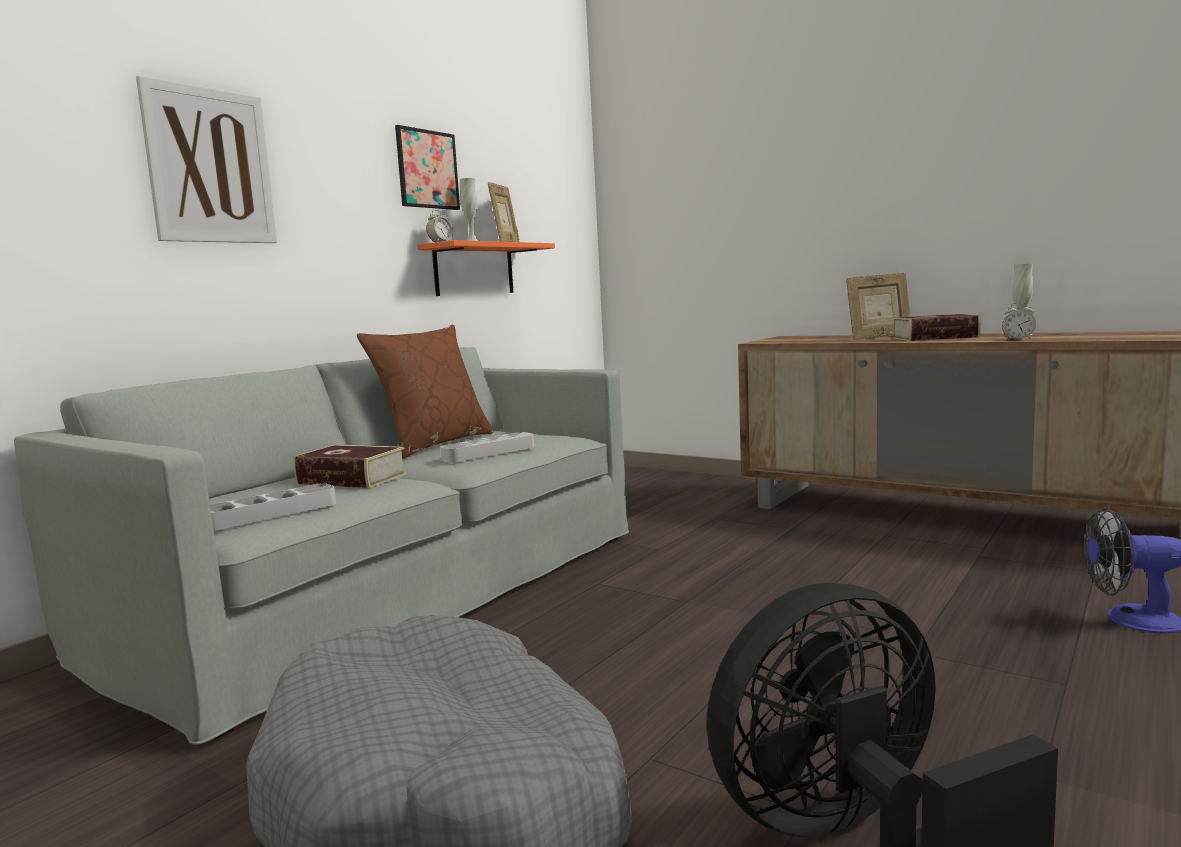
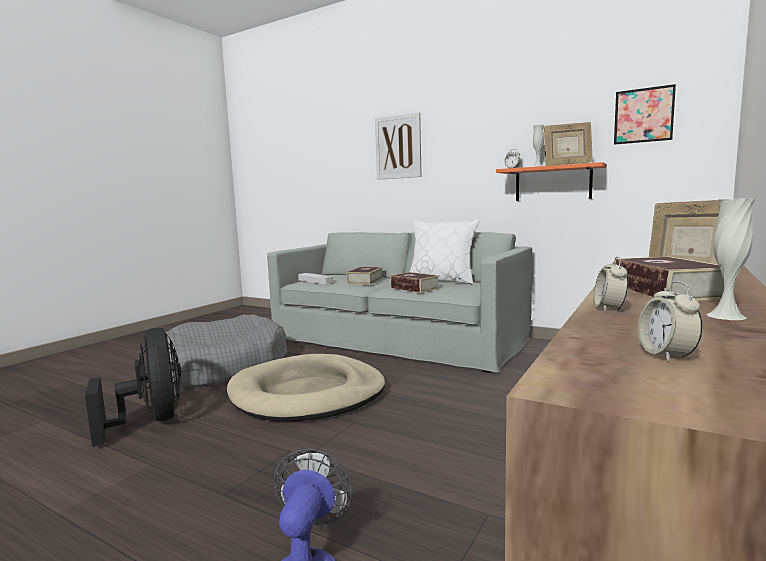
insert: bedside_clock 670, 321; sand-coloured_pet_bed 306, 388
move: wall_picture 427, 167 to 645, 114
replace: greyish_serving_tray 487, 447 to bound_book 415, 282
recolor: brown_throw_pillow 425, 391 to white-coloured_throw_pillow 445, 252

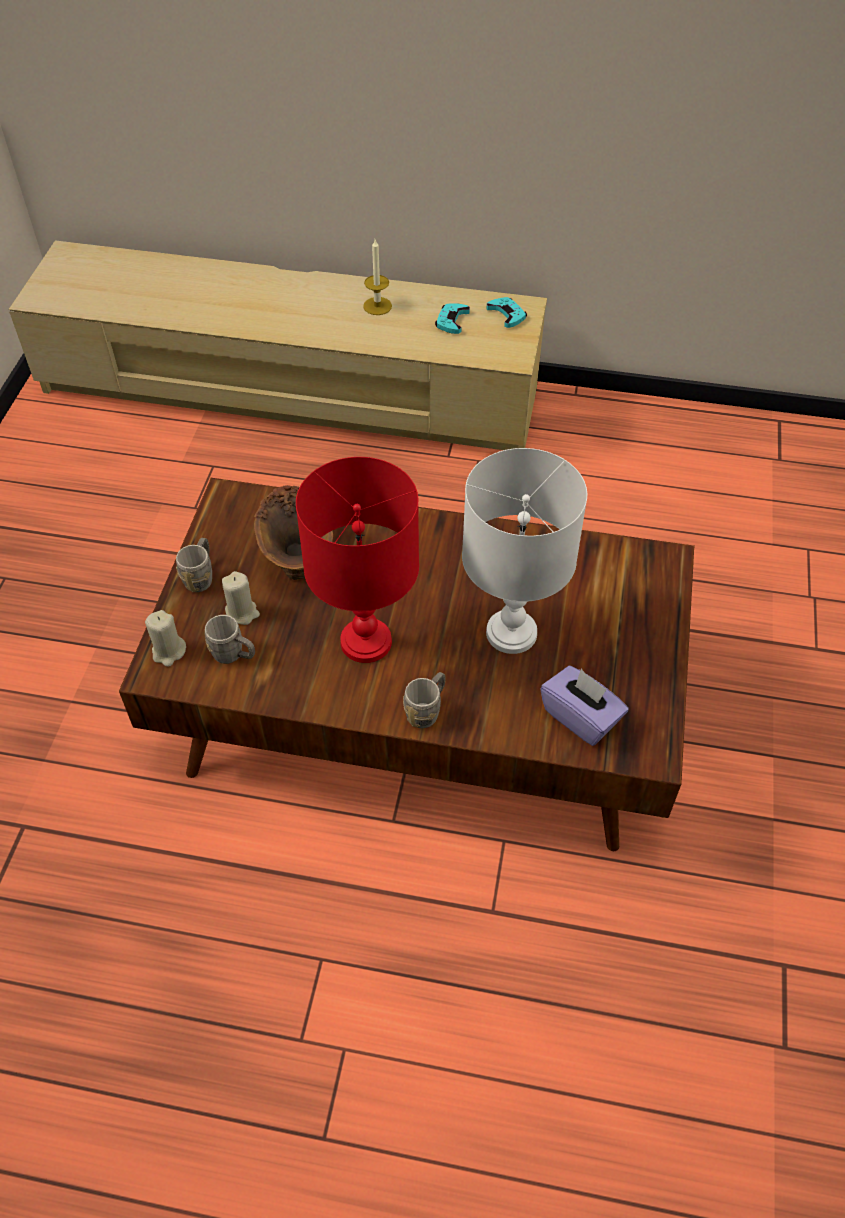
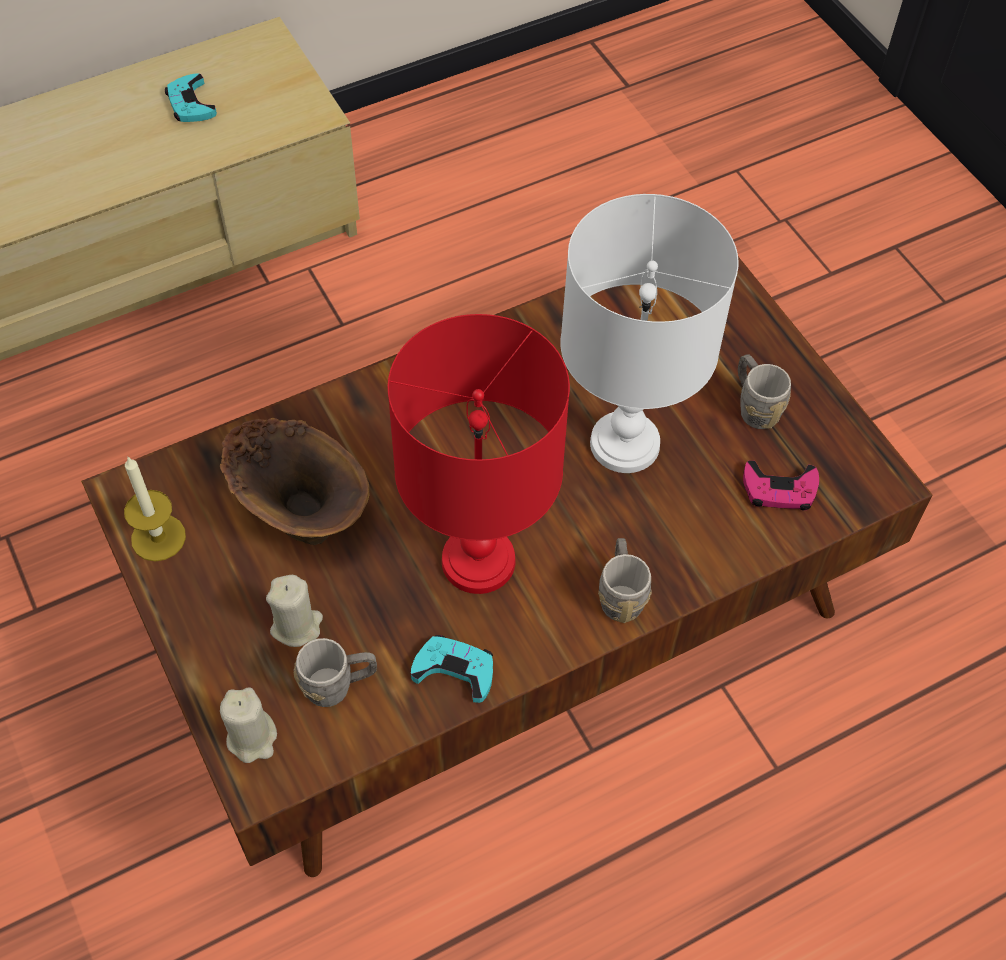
move: wax_candle 377, 277 to 155, 508; blue-green_joypad 506, 312 to 452, 669; greyish_coffee_mug 194, 565 to 764, 391
replace: purplish_tissue_box 584, 706 to pink-coloured_joypad 781, 485

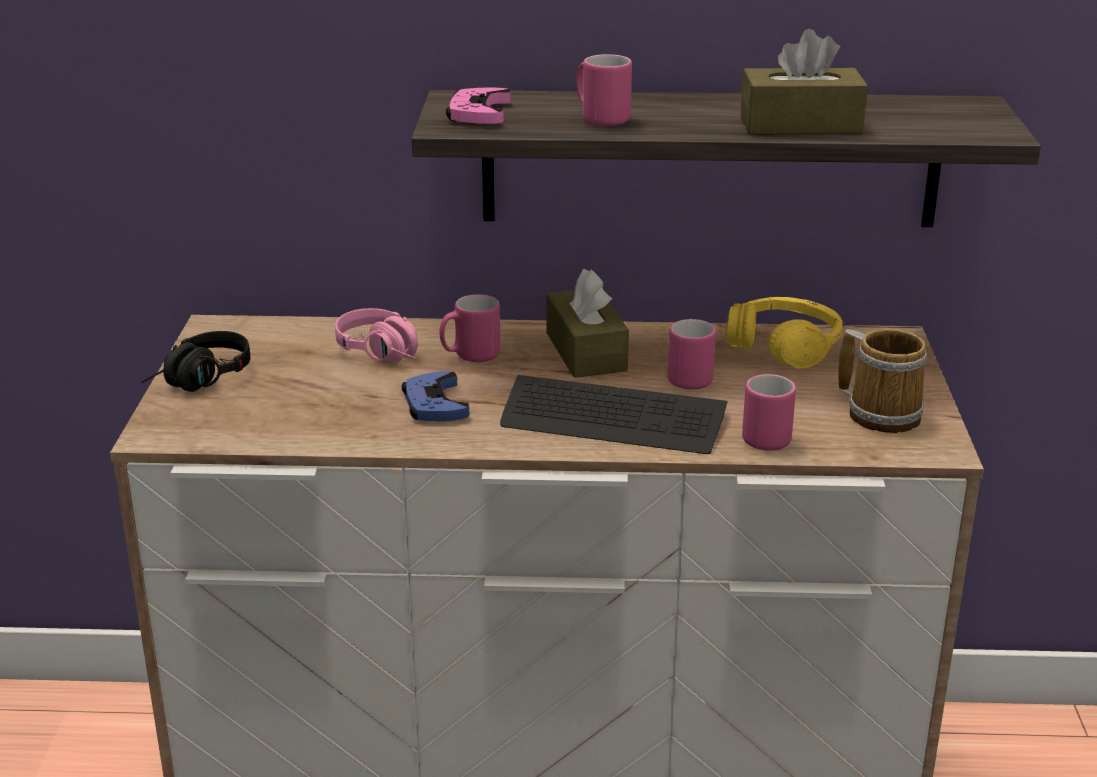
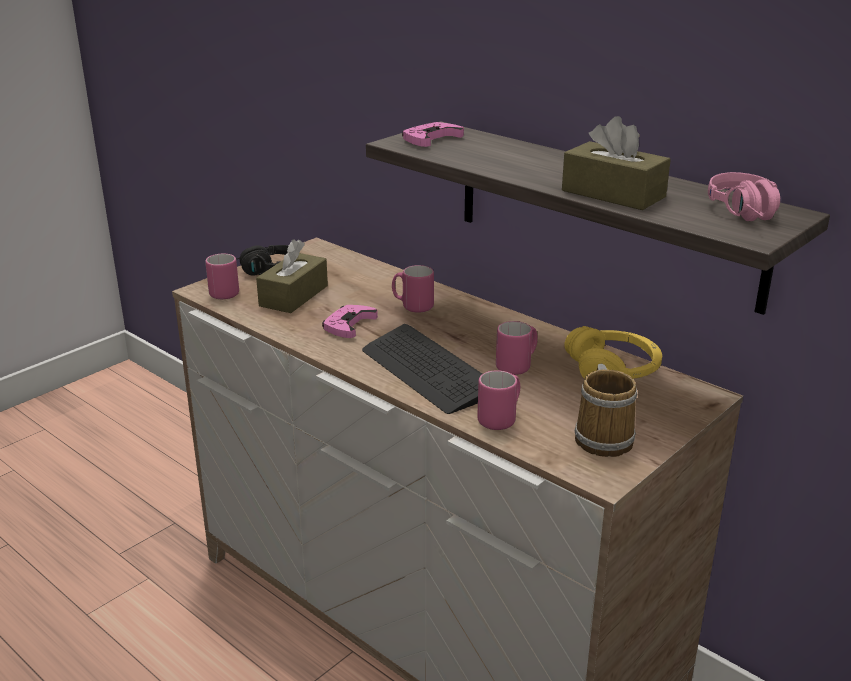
move: pink-coloured_coffee_mug 604, 90 to 222, 276; brown_tissue_box 588, 323 to 292, 276; pink-coloured_pair_of_headphones 376, 335 to 744, 196
recolor: blue-coloured_joypad 435, 396 to pink-coloured_joypad 350, 321

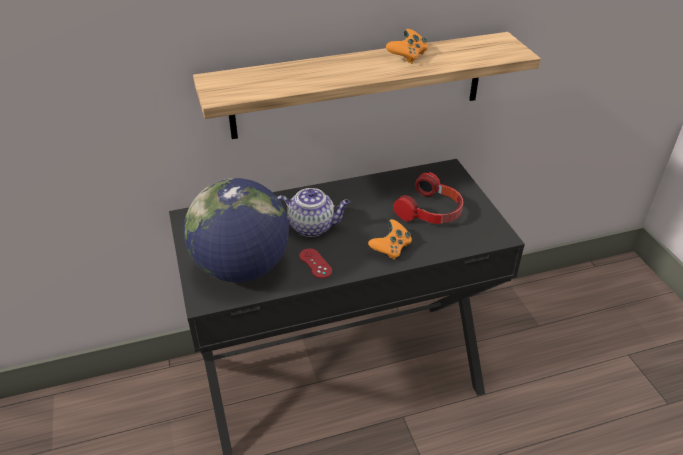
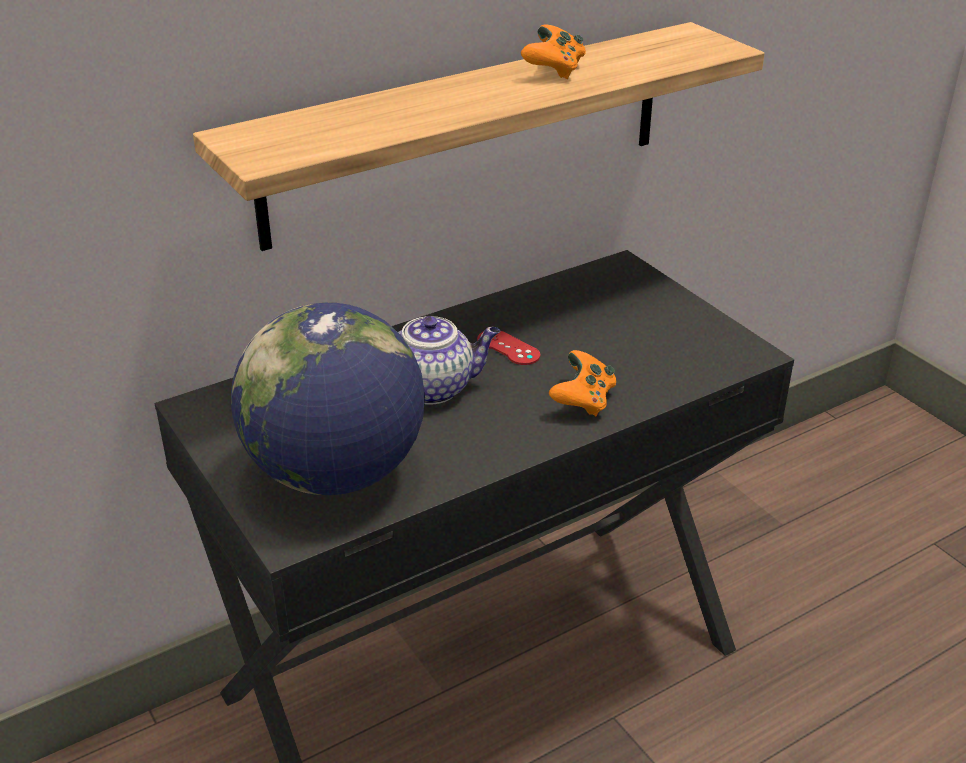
delete: pair_of_headphones 428, 198
move: red_joypad 315, 263 to 508, 347

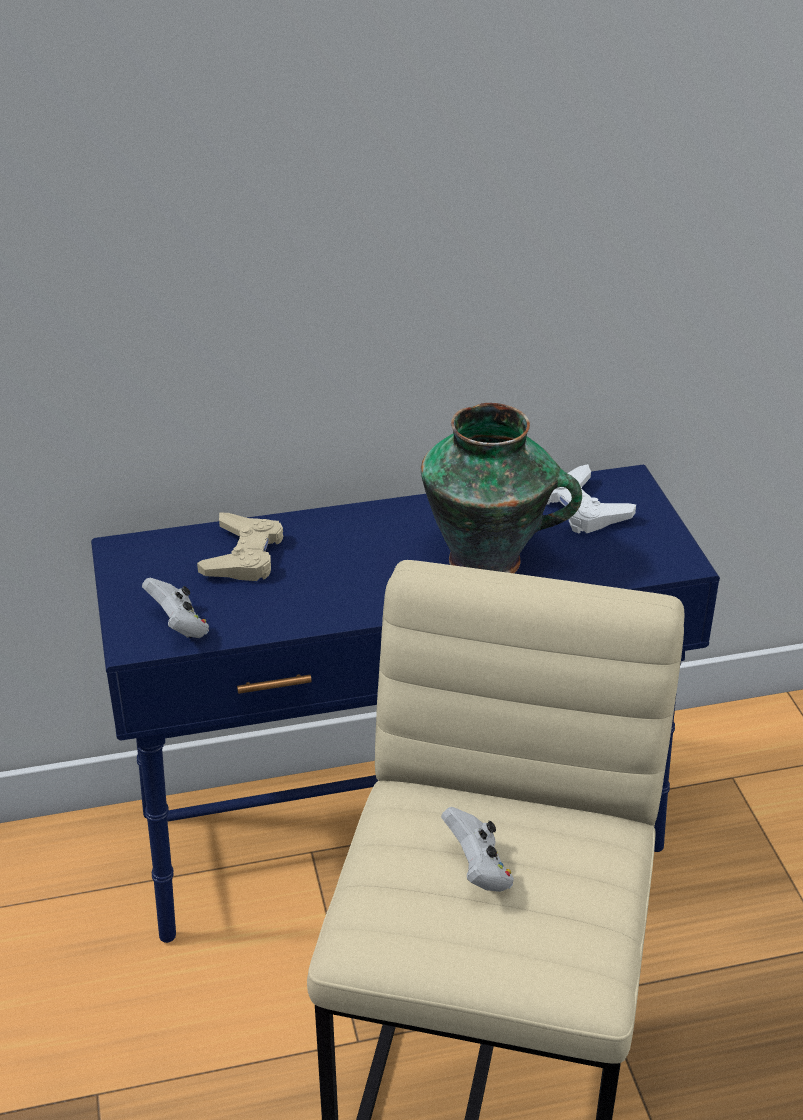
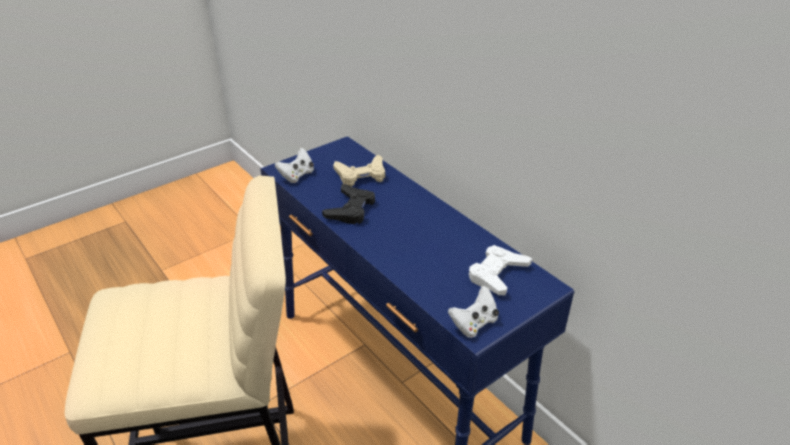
delete: vase 501, 488
insert: blackish_joypad 348, 204
move: white-coloured_joypad 477, 849 to 473, 312

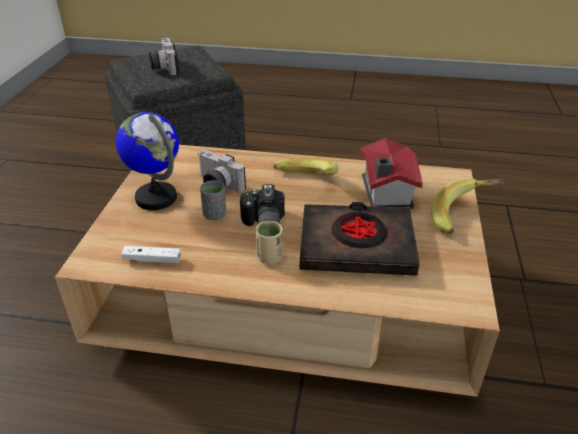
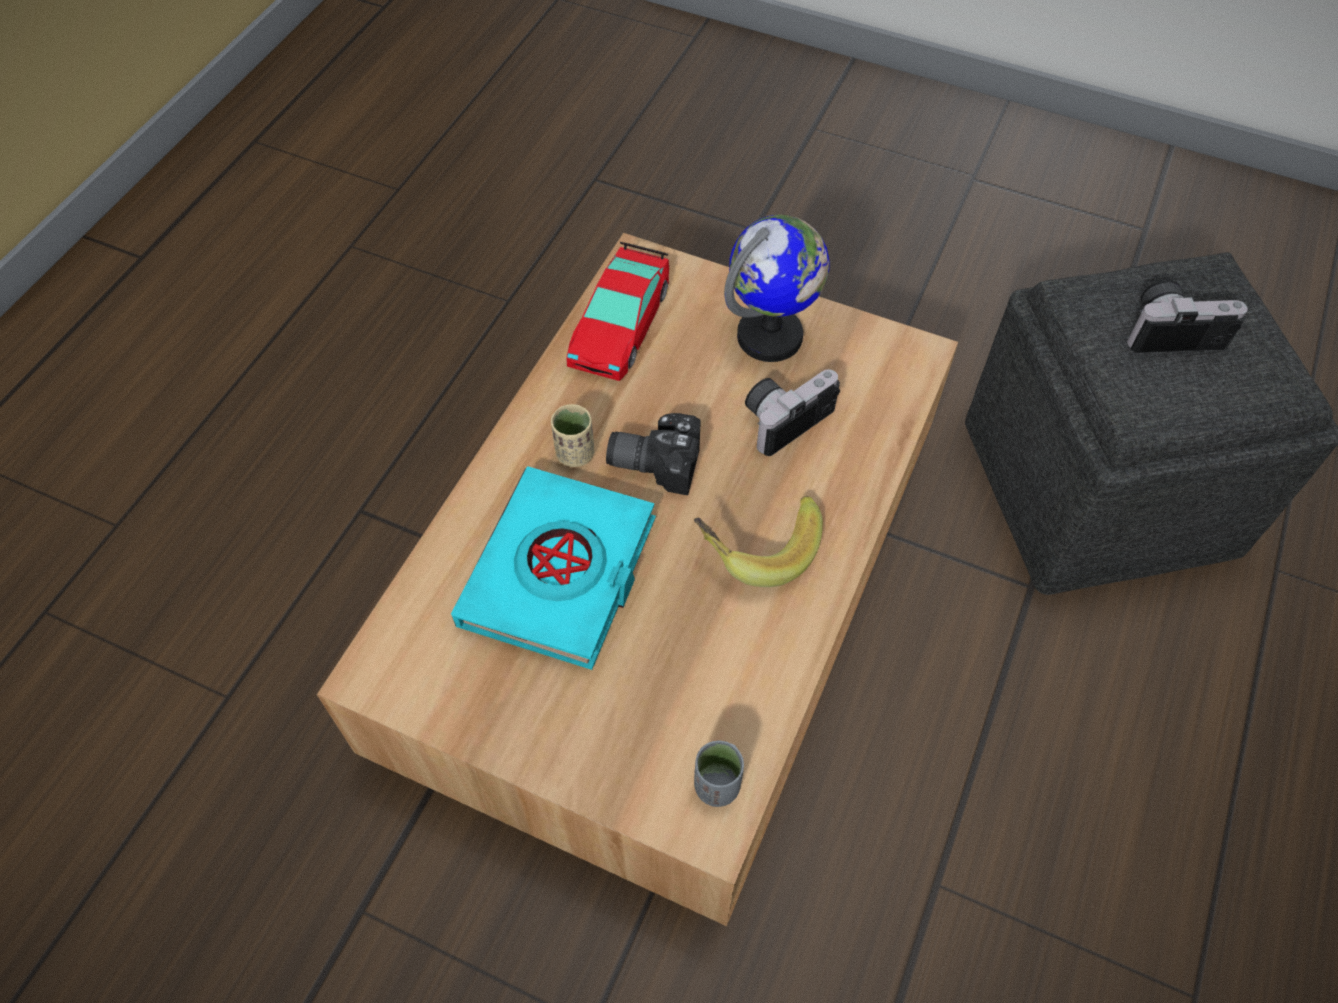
delete: model_house 391, 173; banana 467, 206
move: greyish_small_cup 213, 200 to 719, 773
replace: white-coloured_joypad 151, 255 to miniature_car 617, 311
recolor: blackish_bound_book 360, 239 to blue-green_bound_book 553, 568

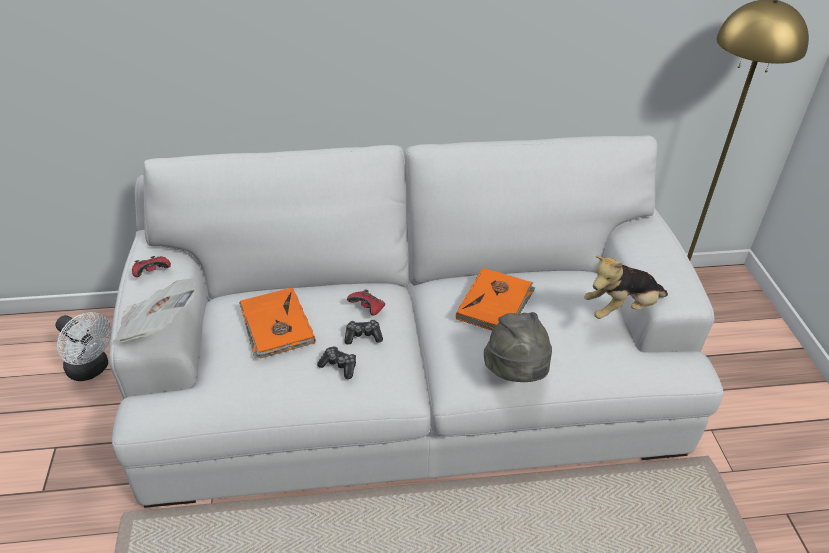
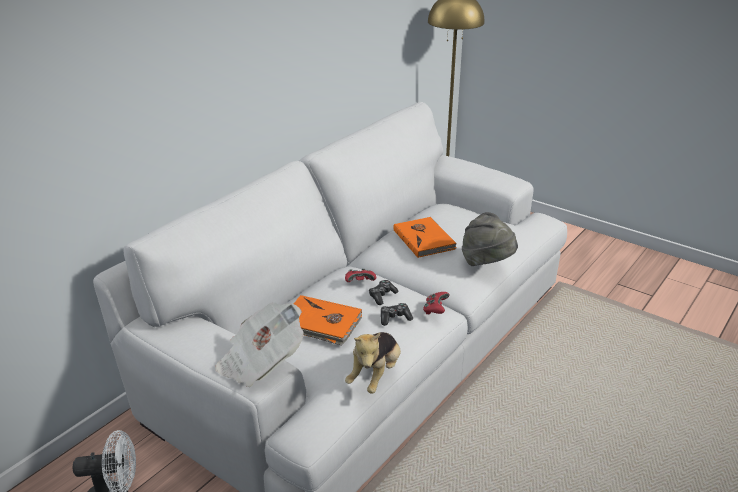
move: red_joypad 151, 266 to 436, 303; cuddly_toy 626, 287 to 373, 363

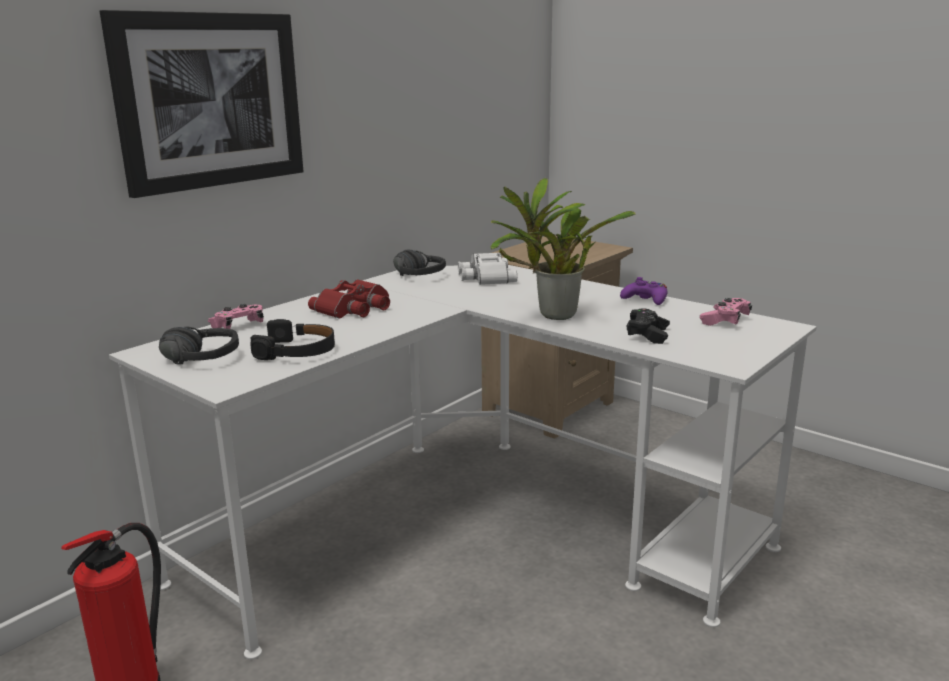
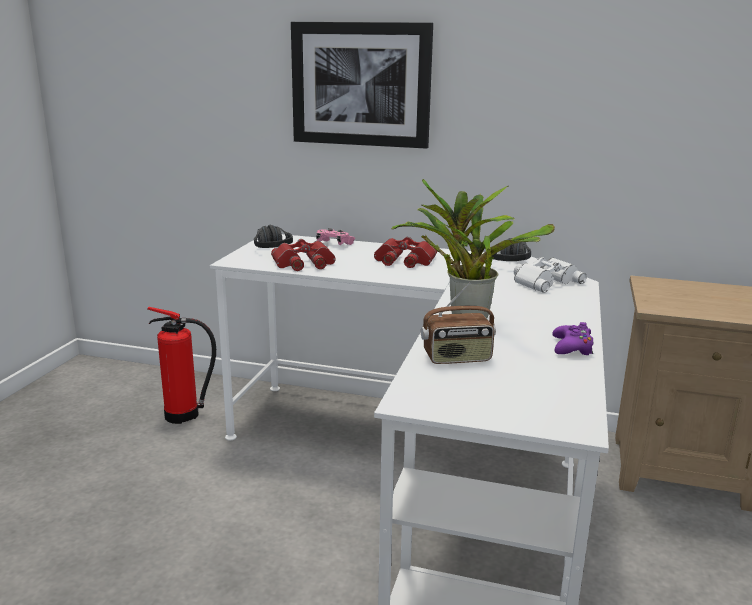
delete: pink-coloured_joypad 726, 312
replace: blackish_joypad 648, 326 to radio_receiver 458, 323; blackish_pair_of_headphones 292, 339 to red_binoculars 303, 255

